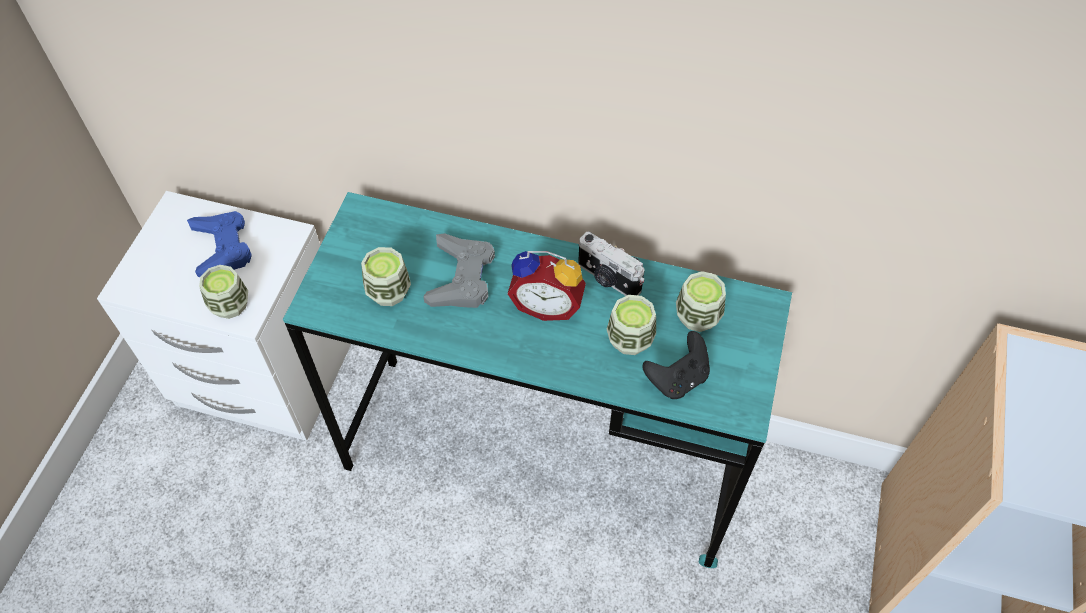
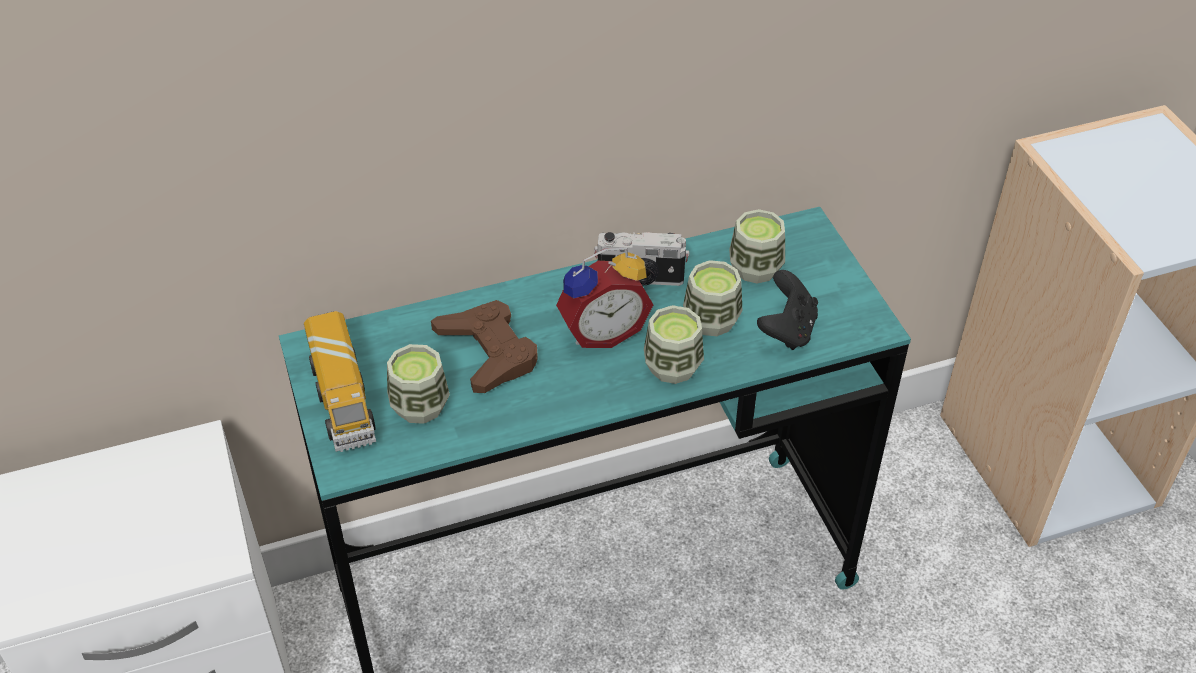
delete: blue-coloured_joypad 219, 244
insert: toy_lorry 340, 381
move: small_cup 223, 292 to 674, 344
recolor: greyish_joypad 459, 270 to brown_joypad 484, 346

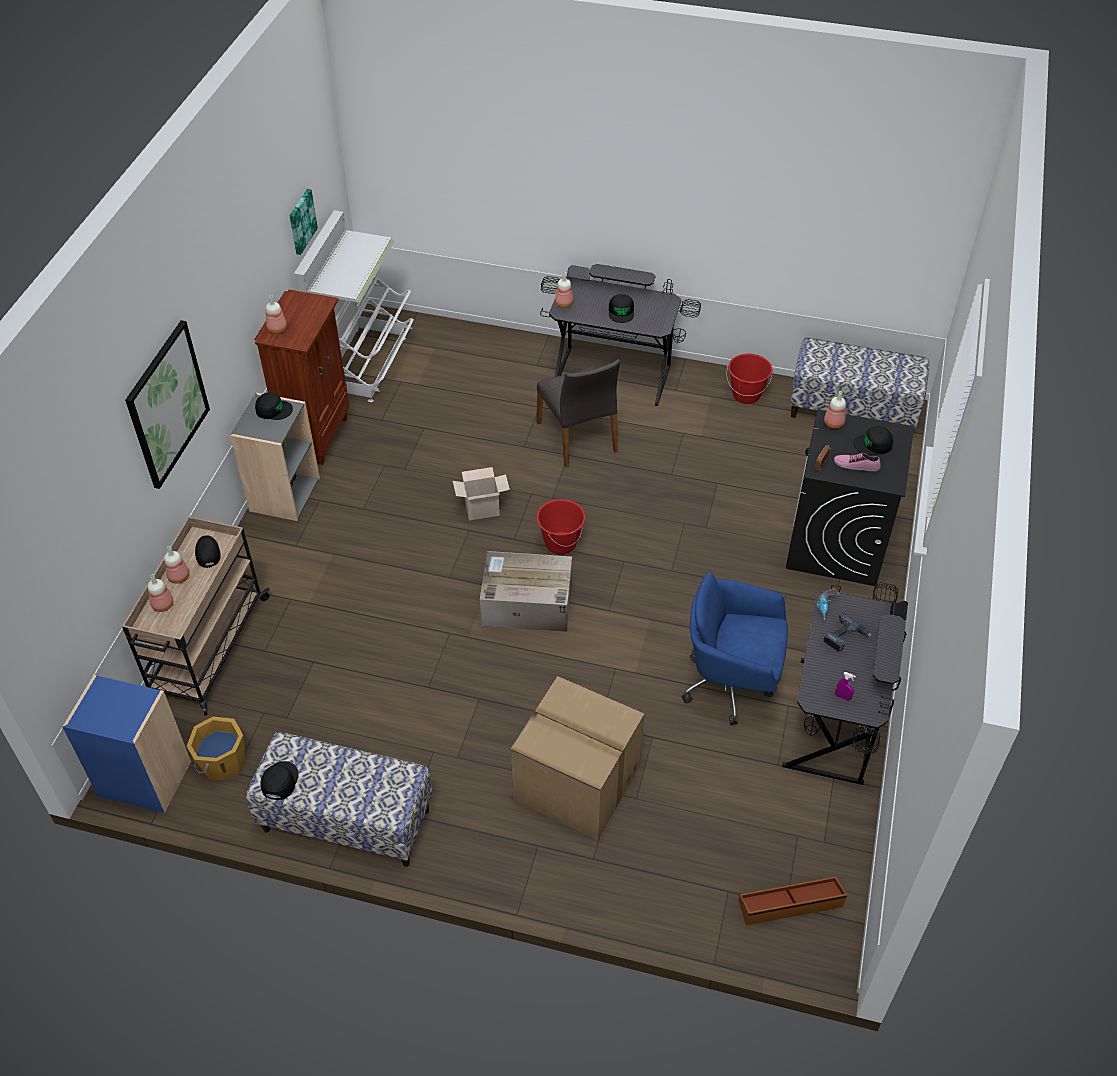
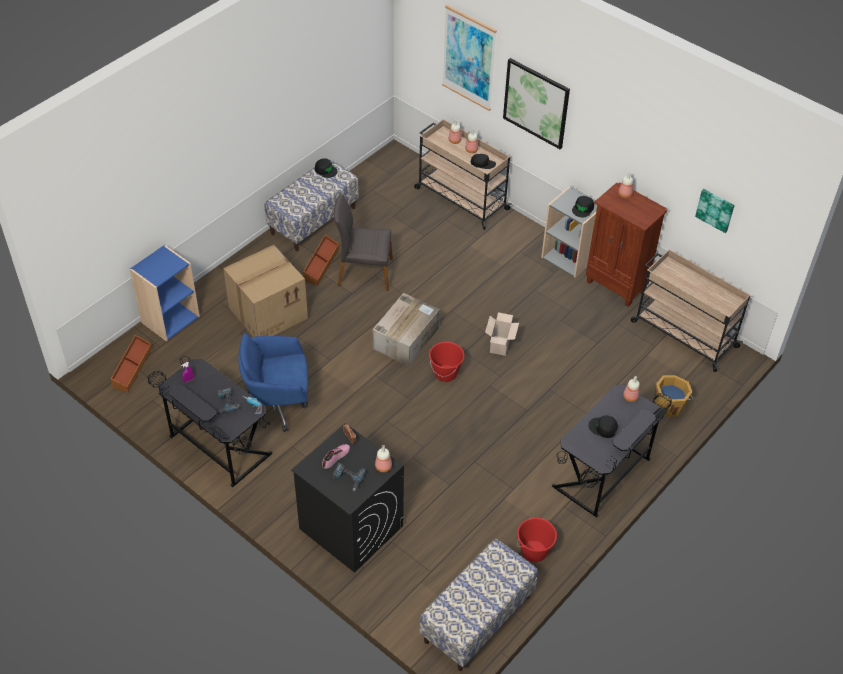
insert: wall_picture 469, 58; brown_storage_container 321, 260
move: greyish_chair 578, 413 to 363, 242; blue-coloured_shelving_unit 127, 744 to 164, 293; orange_water_bucket 216, 748 to 674, 396
replace: white-coloured_shoe_shelf 354, 306 to sand-coloured_trolley 691, 310; blackish_baseball_cap 873, 440 to power_drill 349, 477
rotate: blue-coloured_computer_chair 735, 648 = 273, 382 135 degrees counterclockwise

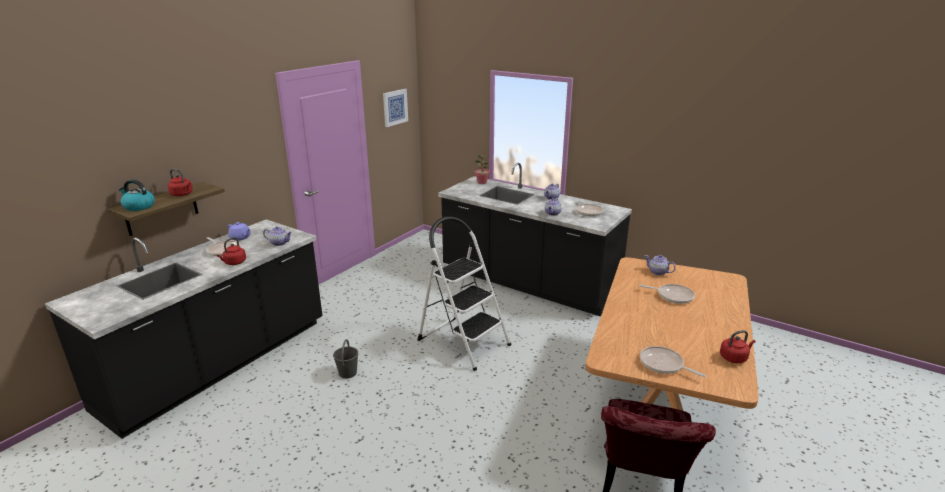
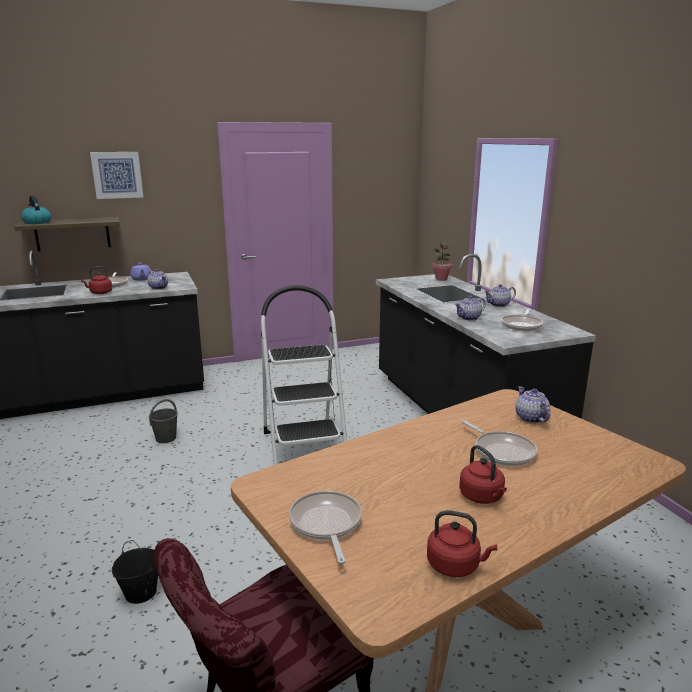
insert: blackish_water_bucket 135, 572
move: wall_picture 395, 108 to 116, 175; red_kettle 180, 182 to 483, 474

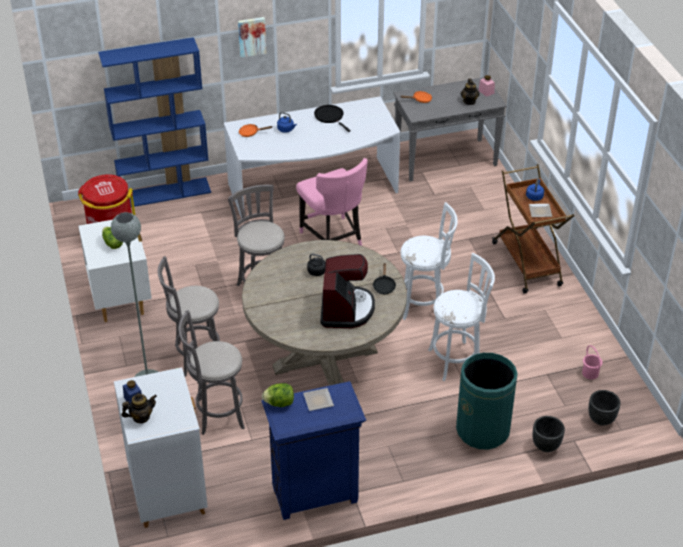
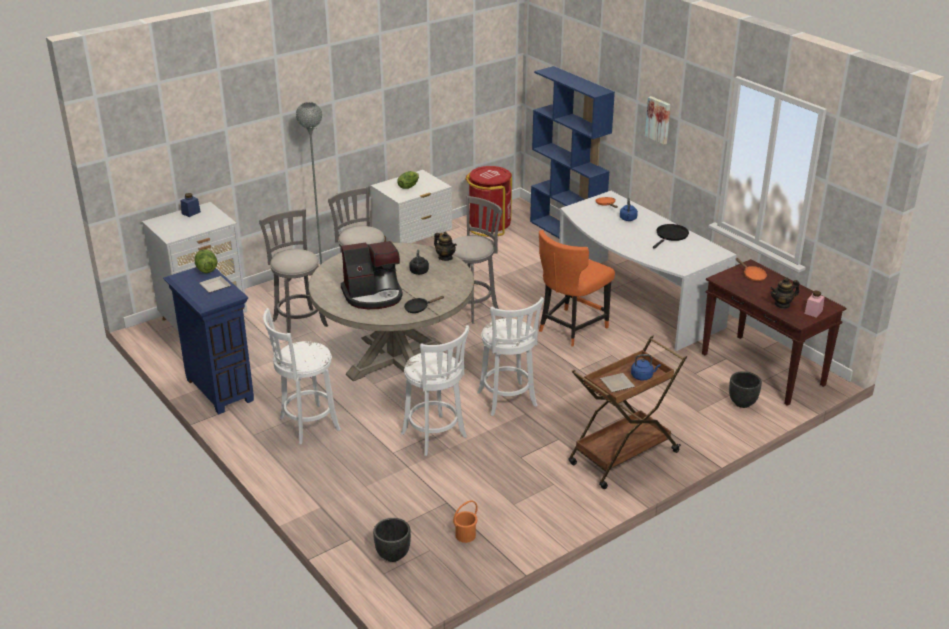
delete: greenish_rubbish_bin 487, 401
insert: white-coloured_stool_seat 302, 376
move: pot_for_tea 139, 408 to 445, 246; blackish_plant_pot 549, 434 to 745, 389
recolor: greyish_narrow_table 450, 129 to brown_narrow_table 774, 332; pink-coloured_chair 332, 202 to orange_chair 577, 288; pink-coloured_water_bucket 592, 362 to orange_water_bucket 465, 521

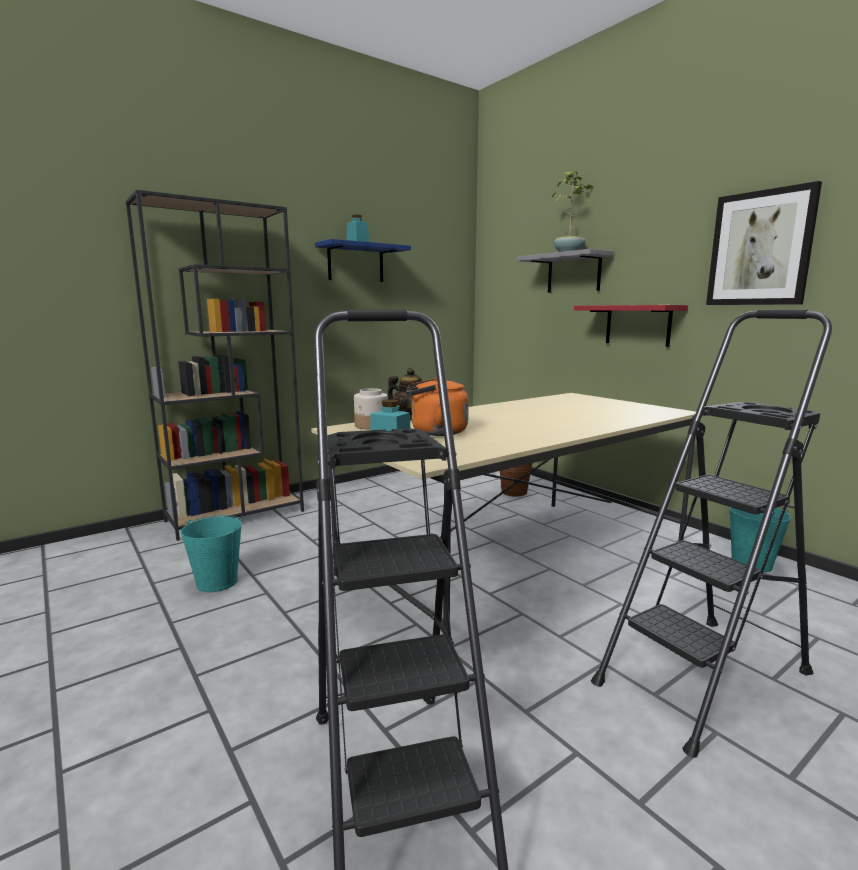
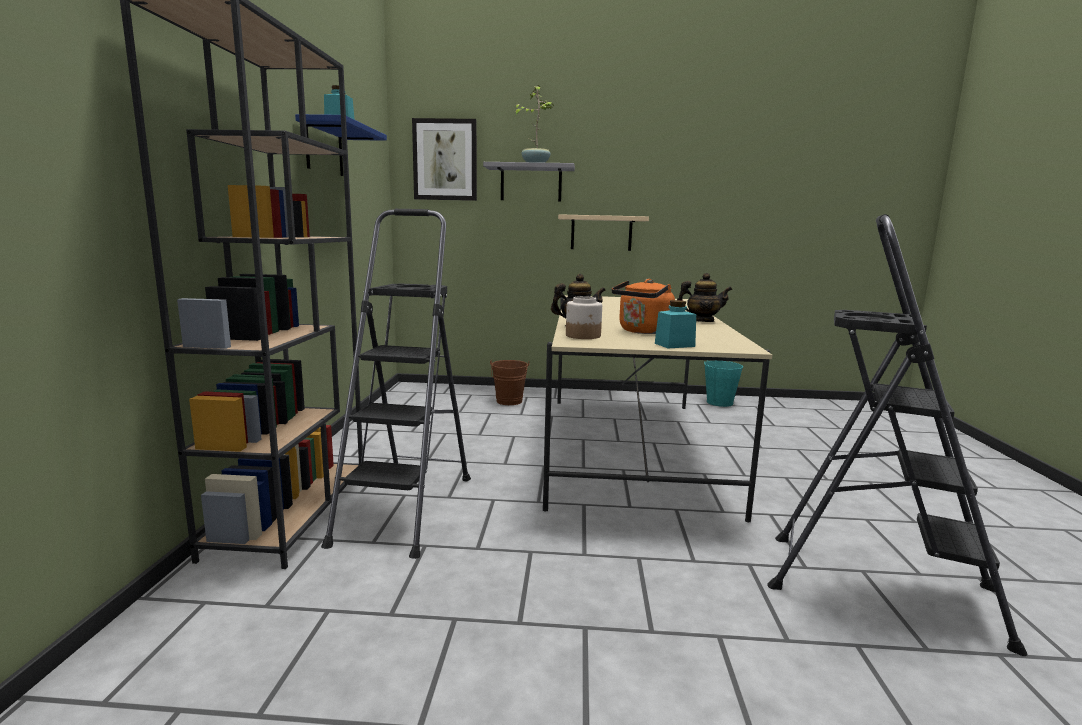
delete: blue-green_water_bucket 211, 553
insert: pot_for_tea 704, 297
move: wall_picture 764, 243 to 444, 159; step_ladder 711, 534 to 396, 384
recolor: red_shelf 631, 326 to sand-coloured_shelf 603, 232

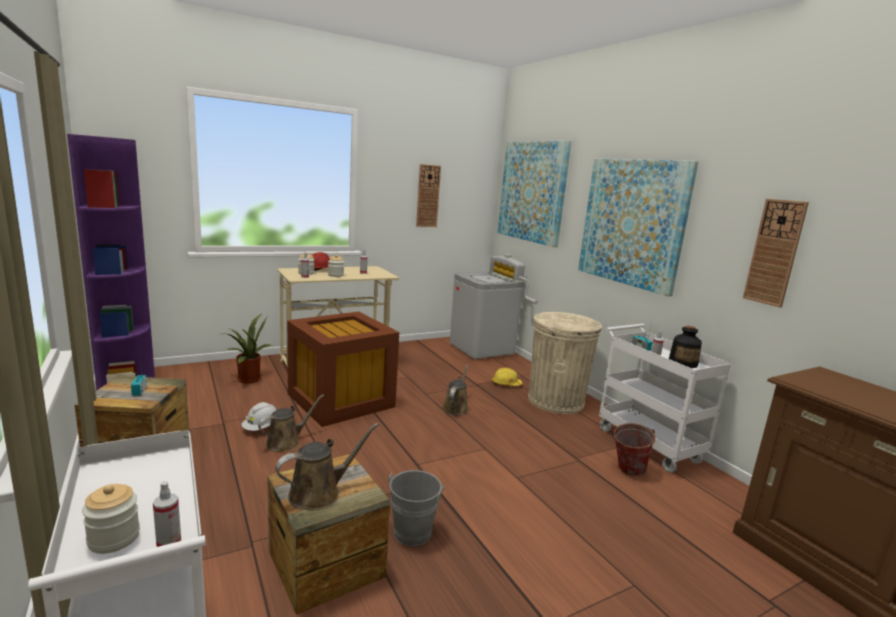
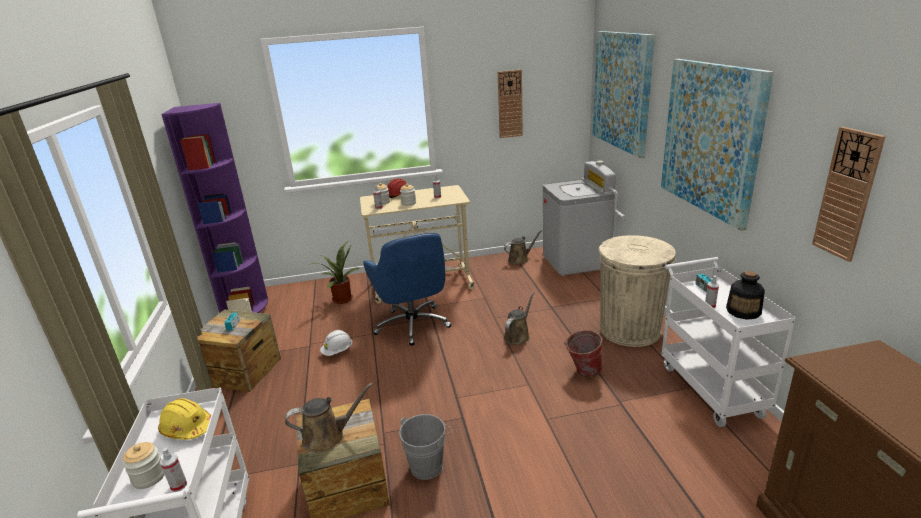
move: yellowish_hard_hat 507, 376 to 184, 419; brown_sprinkling_can 291, 423 to 523, 247; water_bucket 633, 449 to 584, 353
replace: brown_storage_container 343, 369 to blue-coloured_computer_chair 407, 289

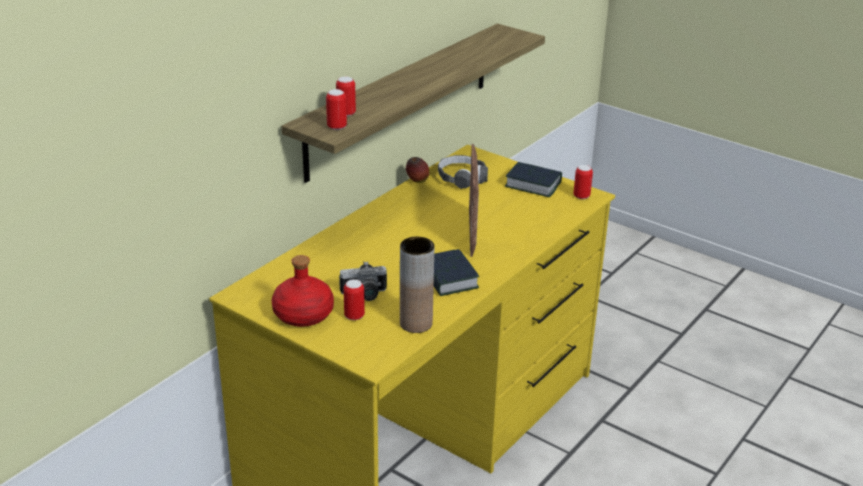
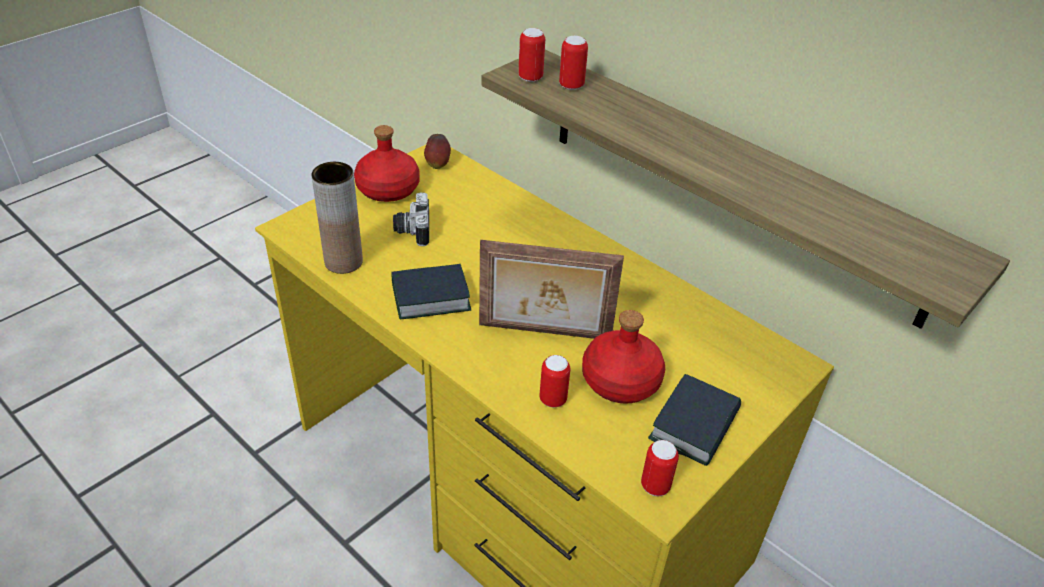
delete: pair_of_headphones 463, 172
insert: red_beverage_bottle 623, 357
move: whole_apple 417, 170 to 437, 151; can 354, 299 to 554, 381

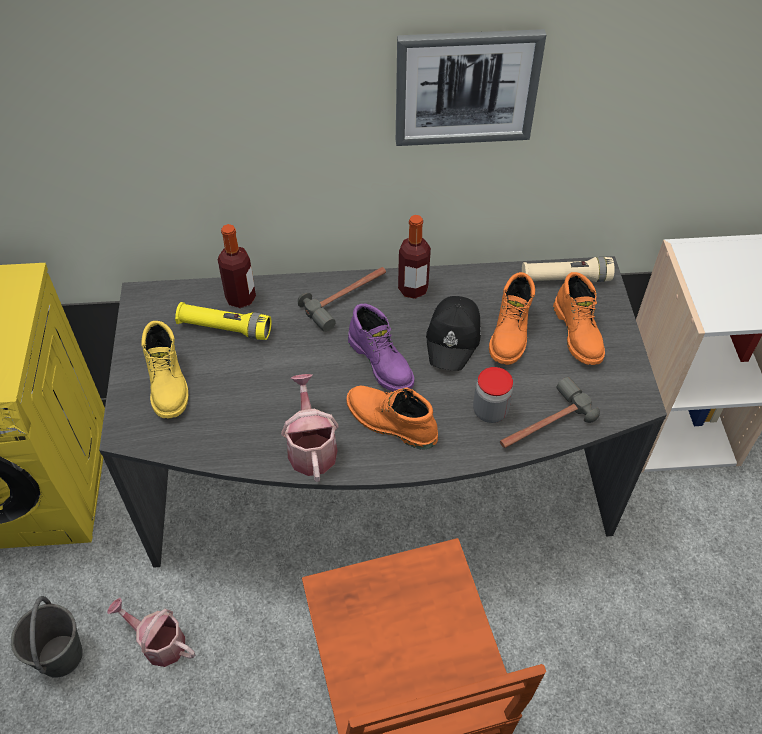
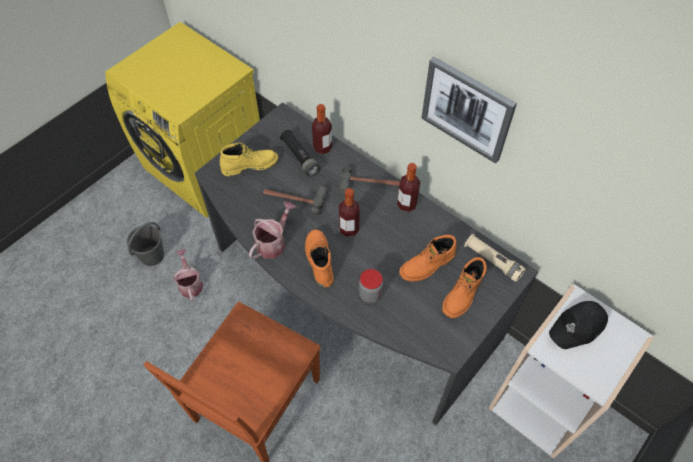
move: blackish_baseball_cap 453, 333 to 578, 325; hand_hammer 550, 412 to 295, 200
replace: purplish_tall_boot 381, 348 to beverage_bottle 349, 212
recolor: yellowish_hand_torch 223, 321 to blackish_hand_torch 300, 153
rotate: yellowish_tall_boot 164, 369 = 249, 159 135 degrees counterclockwise

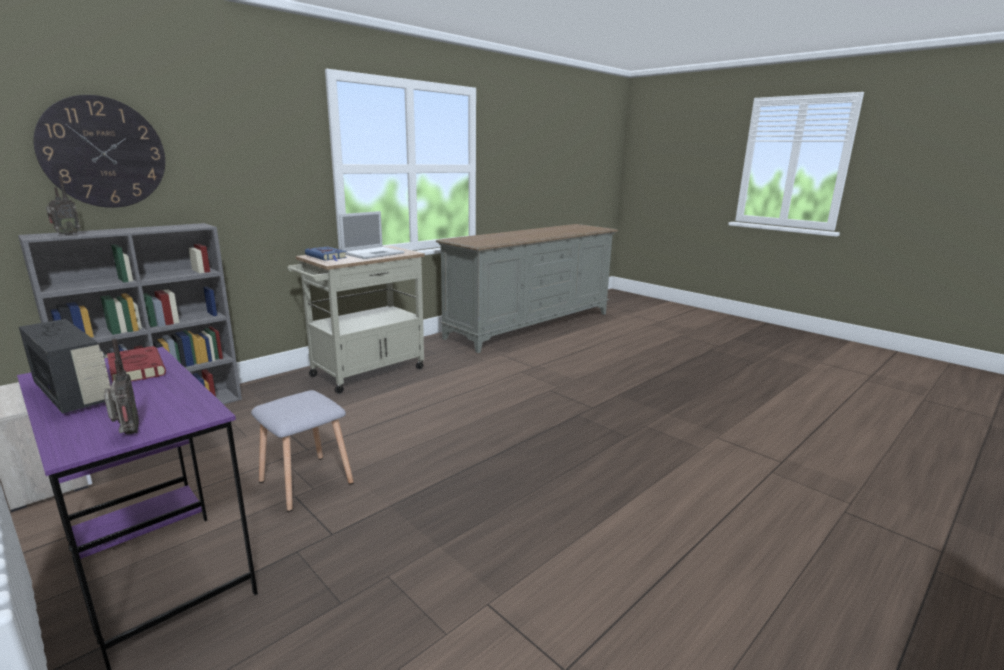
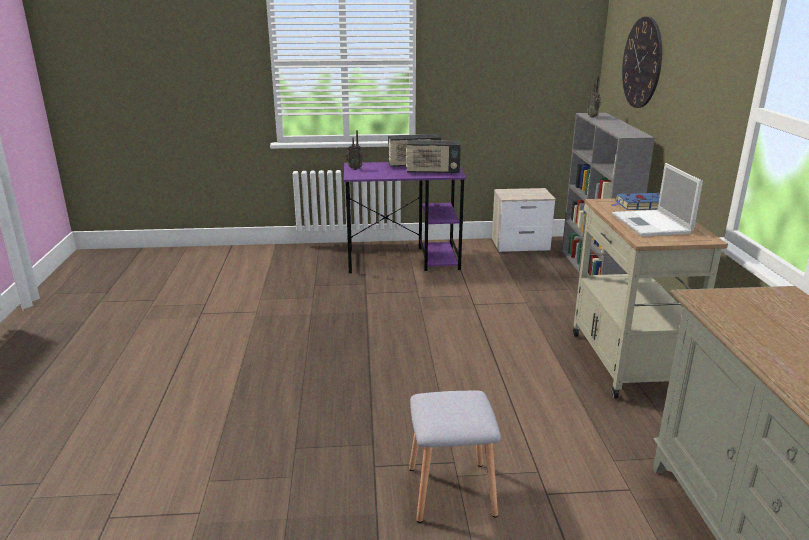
move: greyish_stool_seat 302, 451 to 455, 457
replace: red_bound_book 136, 364 to radio_receiver 433, 157

